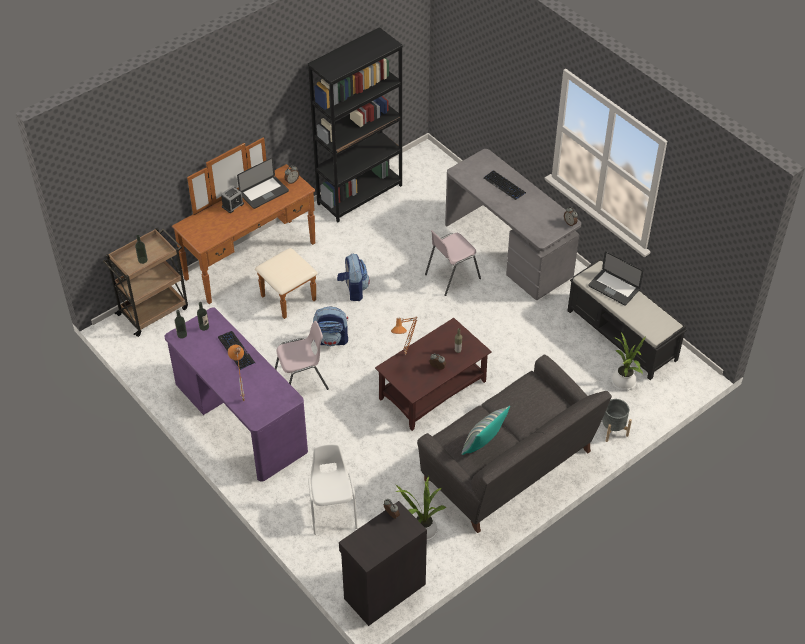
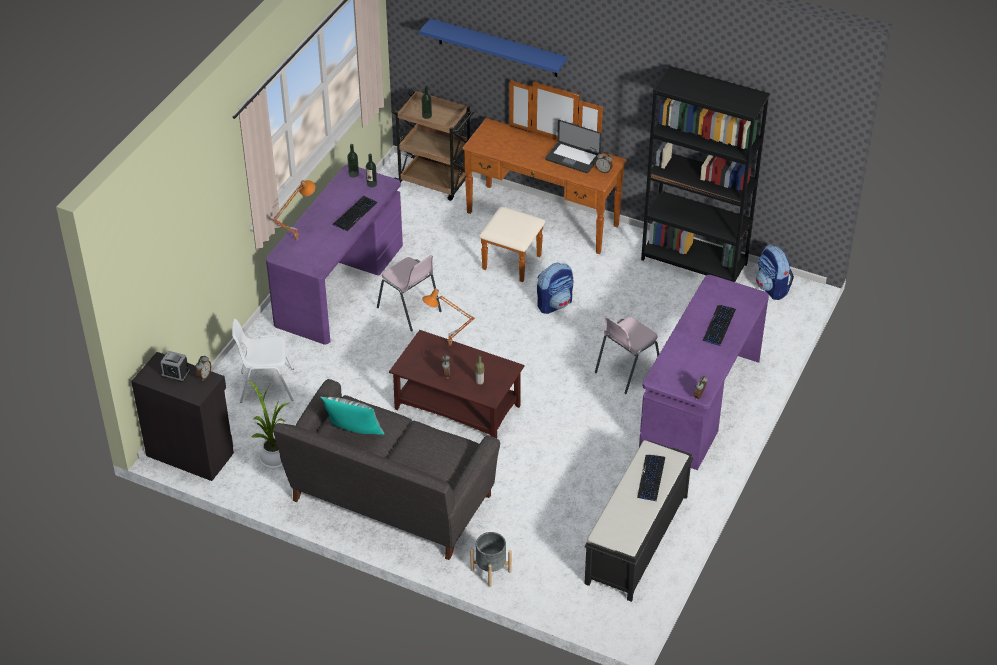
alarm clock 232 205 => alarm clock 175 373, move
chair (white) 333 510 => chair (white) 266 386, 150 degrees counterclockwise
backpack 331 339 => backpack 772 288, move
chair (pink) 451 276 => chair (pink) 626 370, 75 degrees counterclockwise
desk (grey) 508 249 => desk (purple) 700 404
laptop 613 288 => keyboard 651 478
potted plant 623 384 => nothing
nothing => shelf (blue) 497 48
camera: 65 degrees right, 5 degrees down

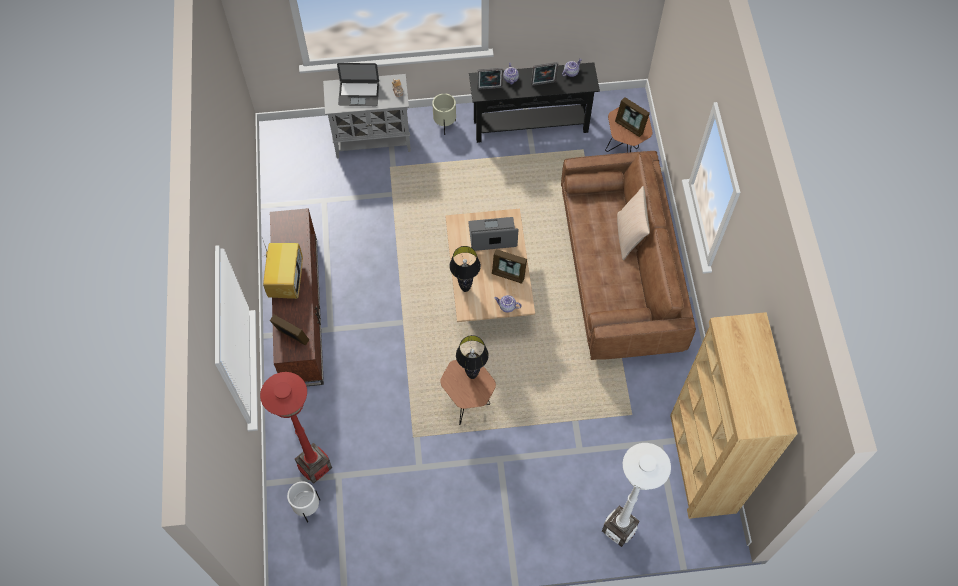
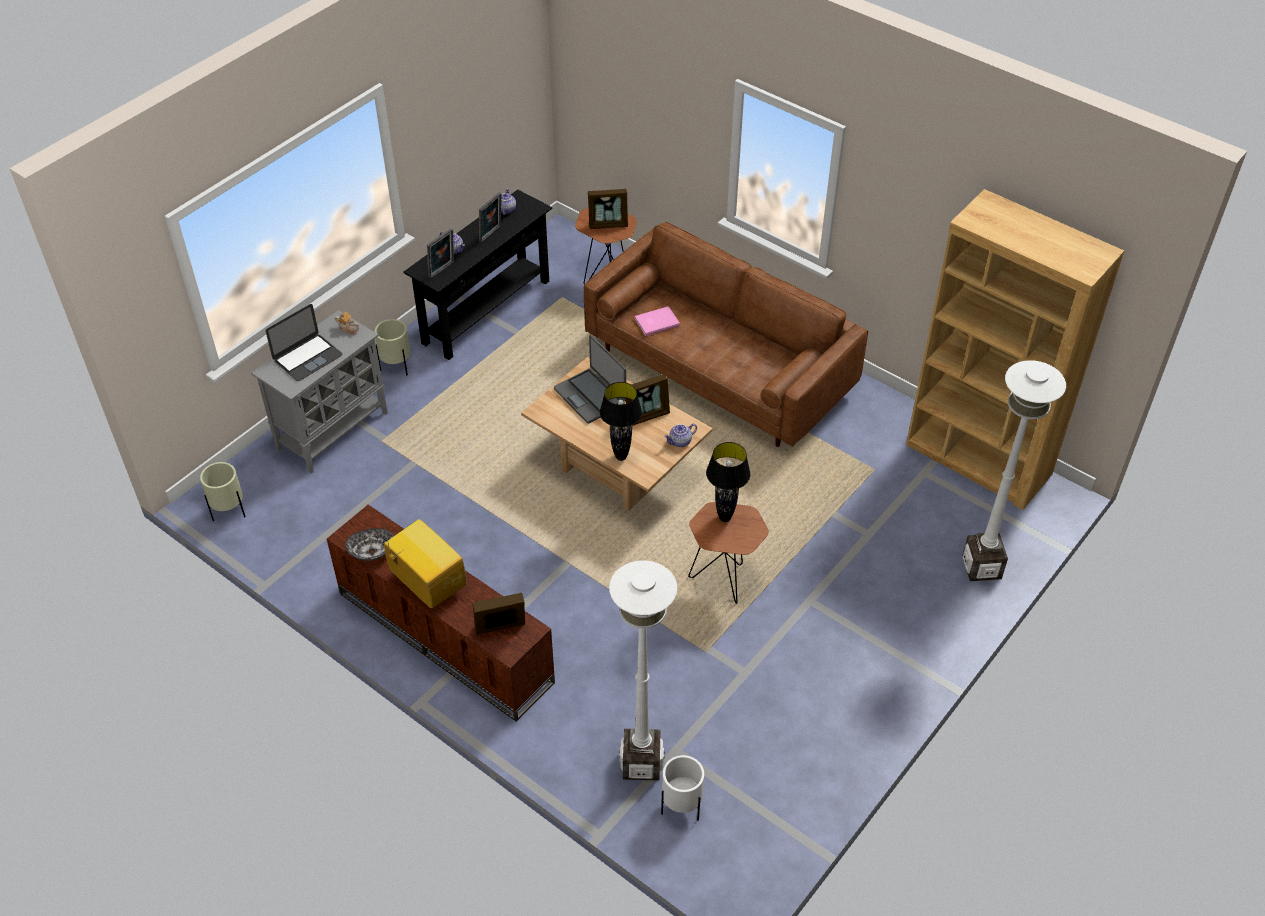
floor lamp (red) 315 467 => floor lamp (white) 641 763
laptop 492 235 => laptop 590 396, 75 degrees counterclockwise
pillow (beige) 629 236 => nothing
nothing => planter (beige) 229 512
nothing => bowl 372 552
nothing => book (pink) 656 322
camera: 45 degrees left, 15 degrees down

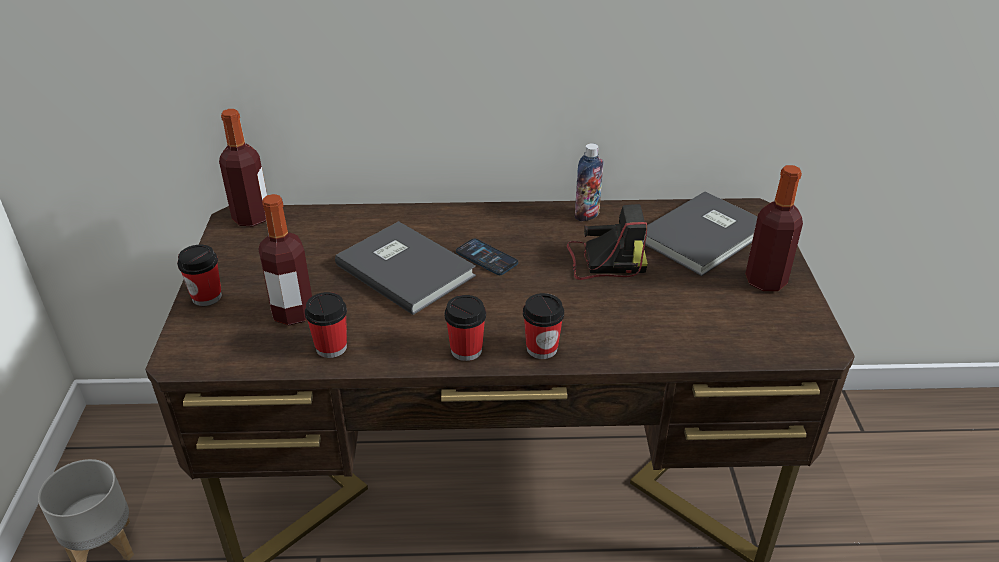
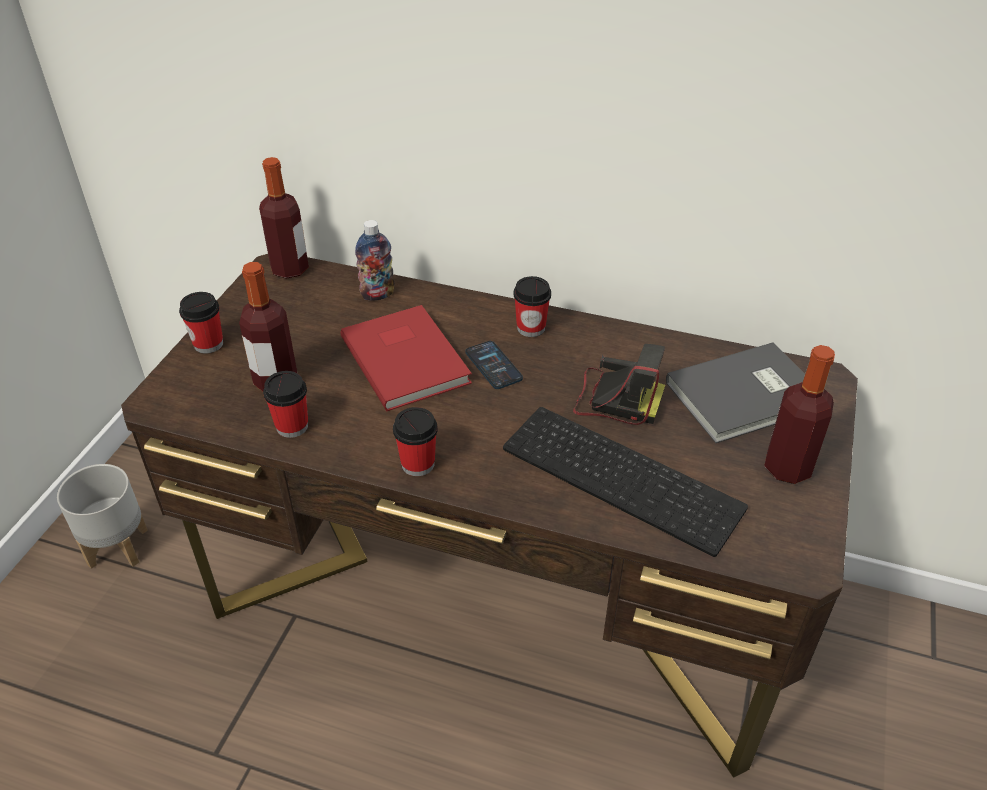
book (grey) 406 268 => book (red) 407 358
cup 542 348 => cup 531 328, move
bottle 587 215 => bottle 377 294, move
nothing => keyboard 625 476
camera: 20 degrees right, 5 degrees up

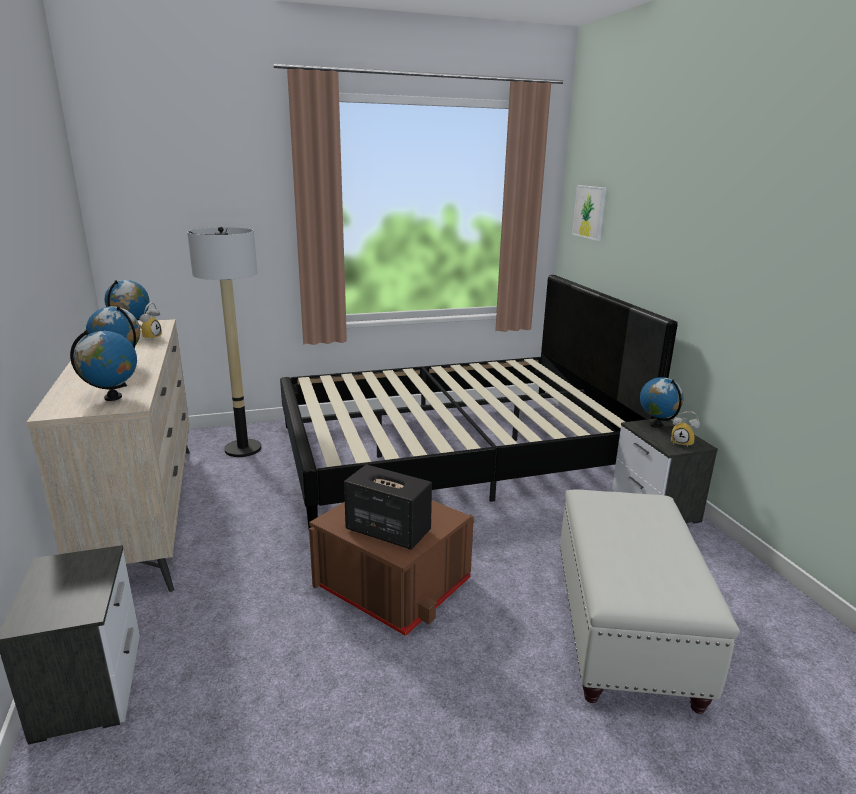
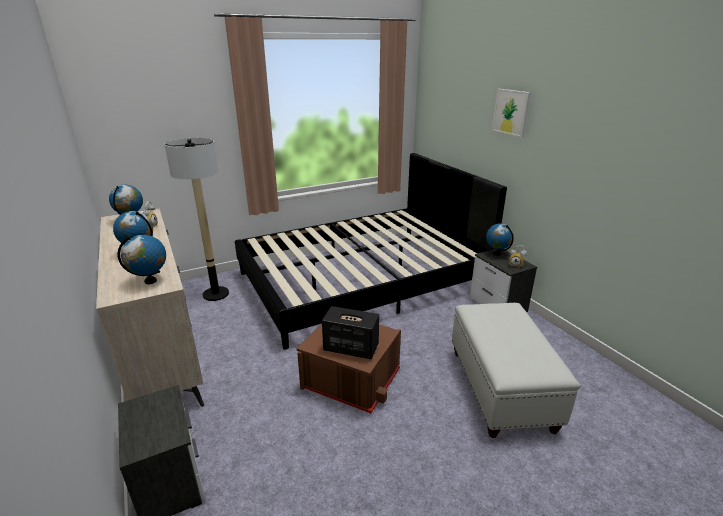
picture 589 212 => picture 511 112, move
camera: 10 degrees left, 5 degrees up

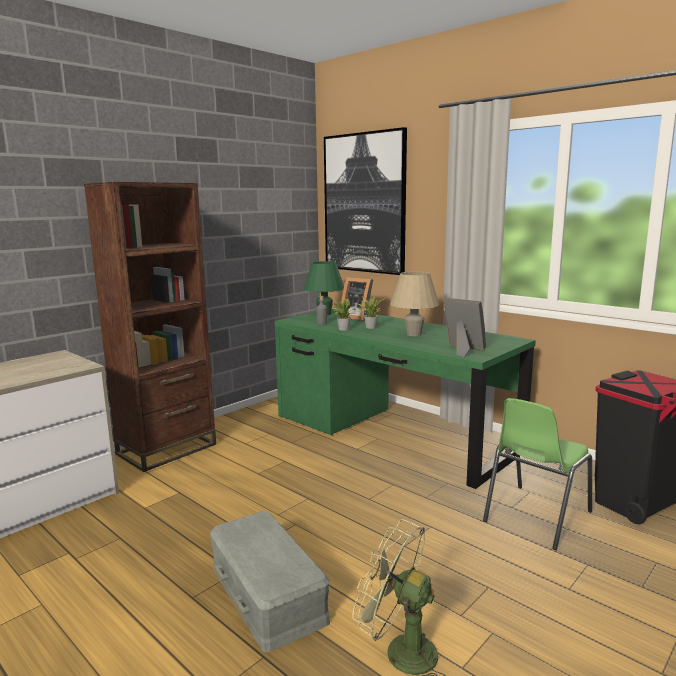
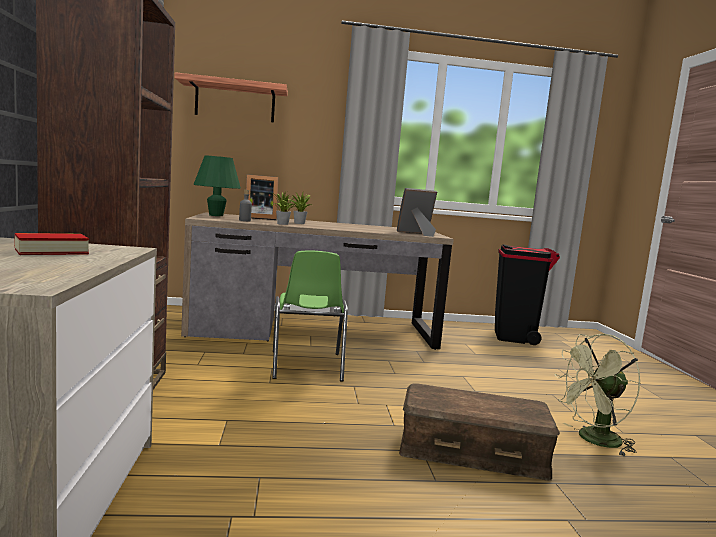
storage box (grey) 269 592 => storage box (brown) 472 450
desk (green) 392 433 => desk (brown) 313 330
picture 364 203 => shelf 235 102
table lamp (beige) 414 334 => nothing
chair (green) 535 516 => chair (green) 306 366, move
nothing => book 51 251
camera: 50 degrees left, 5 degrees down

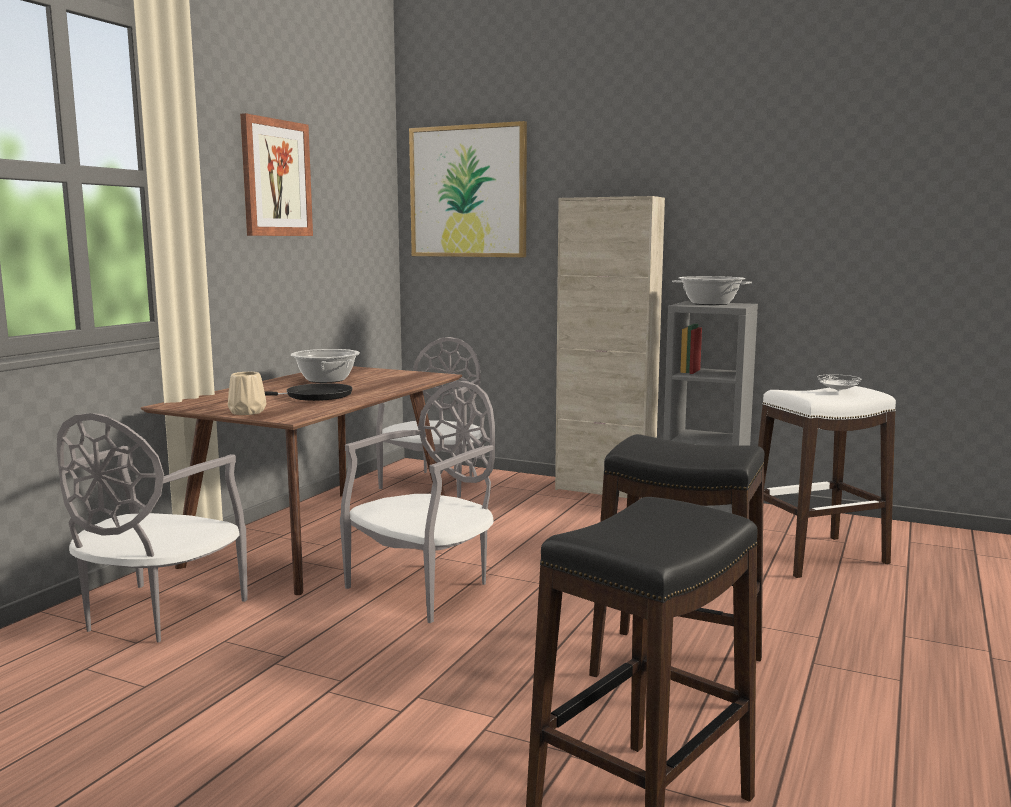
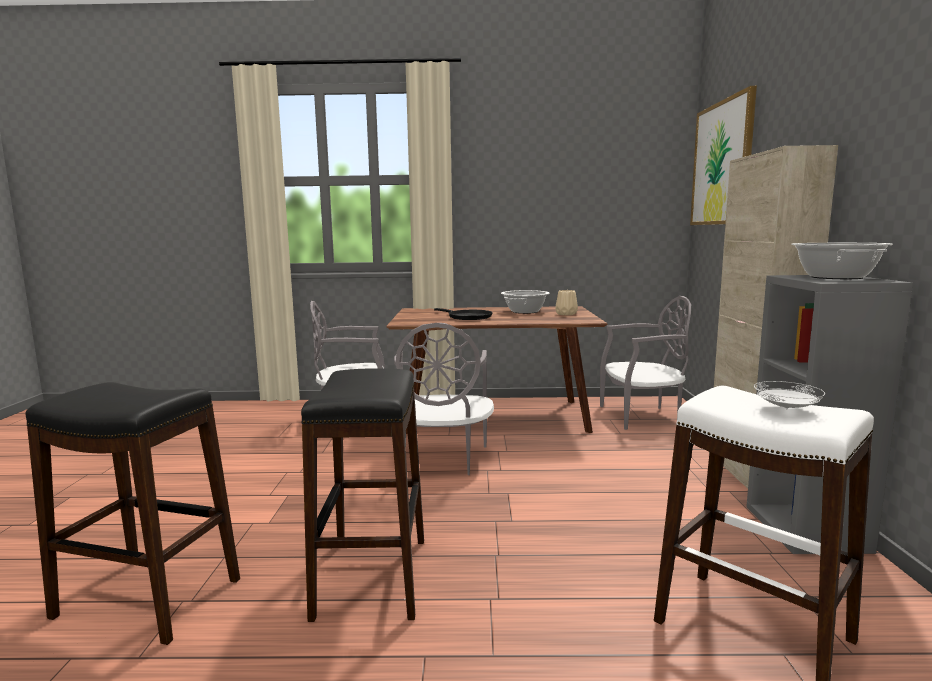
vase (beige) 247 412 => vase (beige) 565 314, move
picture 276 178 => nothing
chair (grey) 426 588 => chair (grey) 442 460, 75 degrees clockwise
camera: 65 degrees right, 0 degrees up

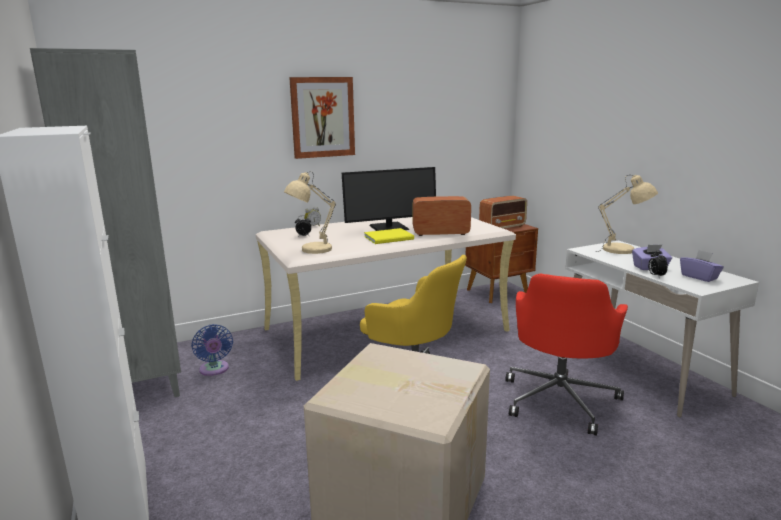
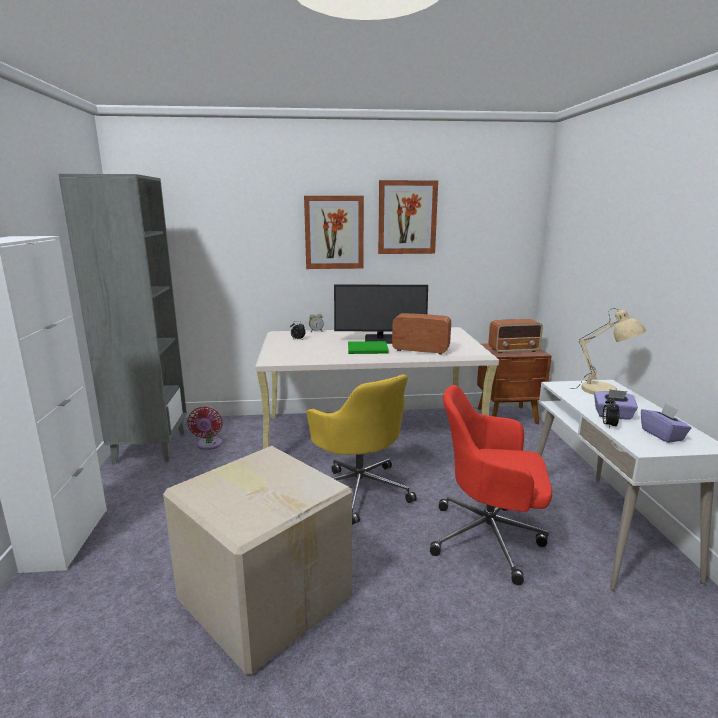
fan (blue) 214 370 => fan (red) 209 445
table lamp (beige) 312 250 => nothing
book (yellow) 390 238 => book (green) 369 349
office chair (red) 560 399 => office chair (red) 489 538, 60 degrees clockwise
nothing => picture 407 217
camera: 20 degrees right, 0 degrees up

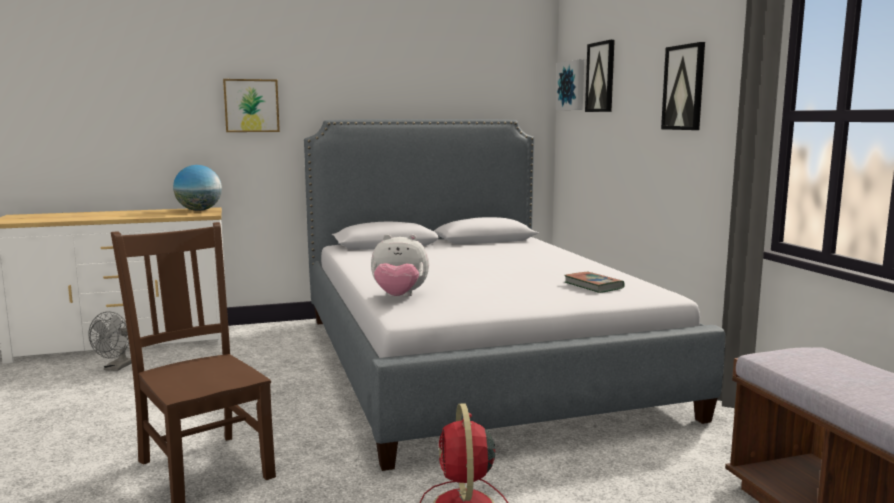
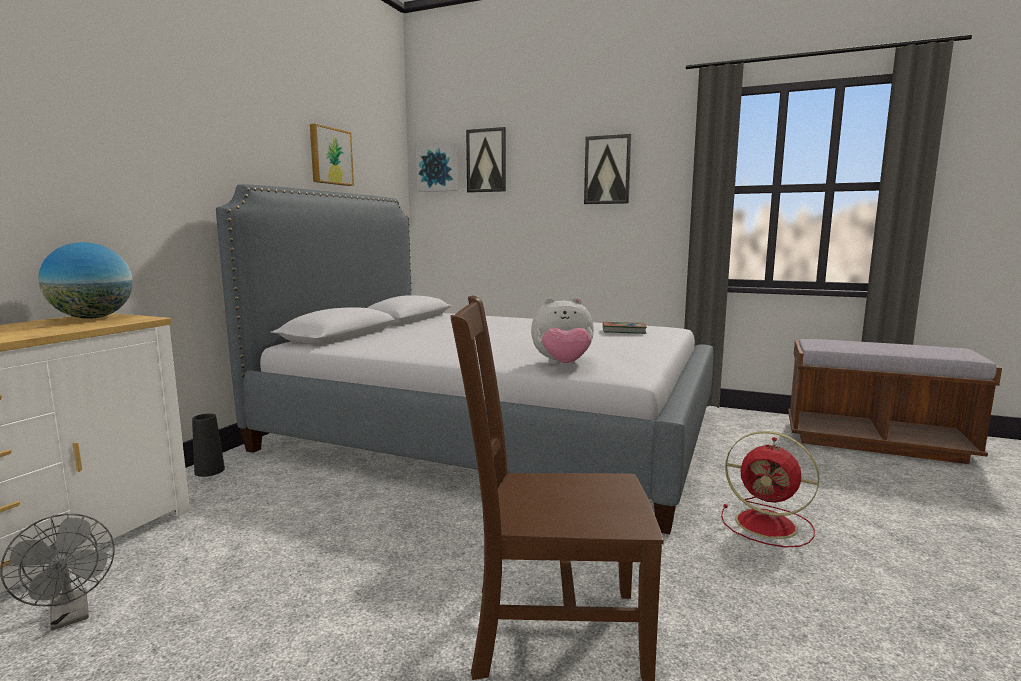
picture 251 105 => picture 330 156, move
plush toy 399 297 => plush toy 562 365, 45 degrees clockwise
nothing => vase (black) 209 471
camera: 50 degrees left, 0 degrees up

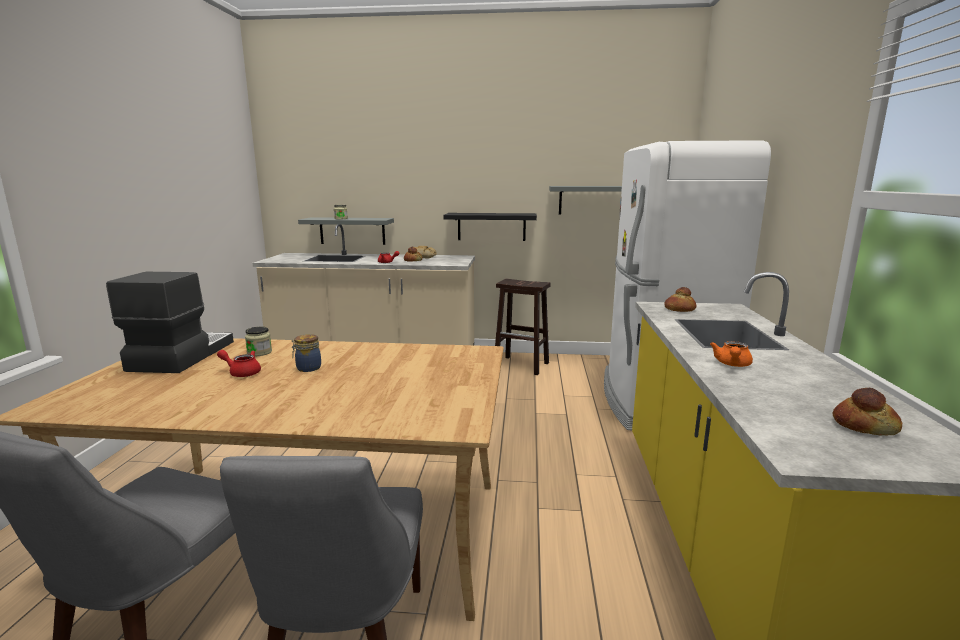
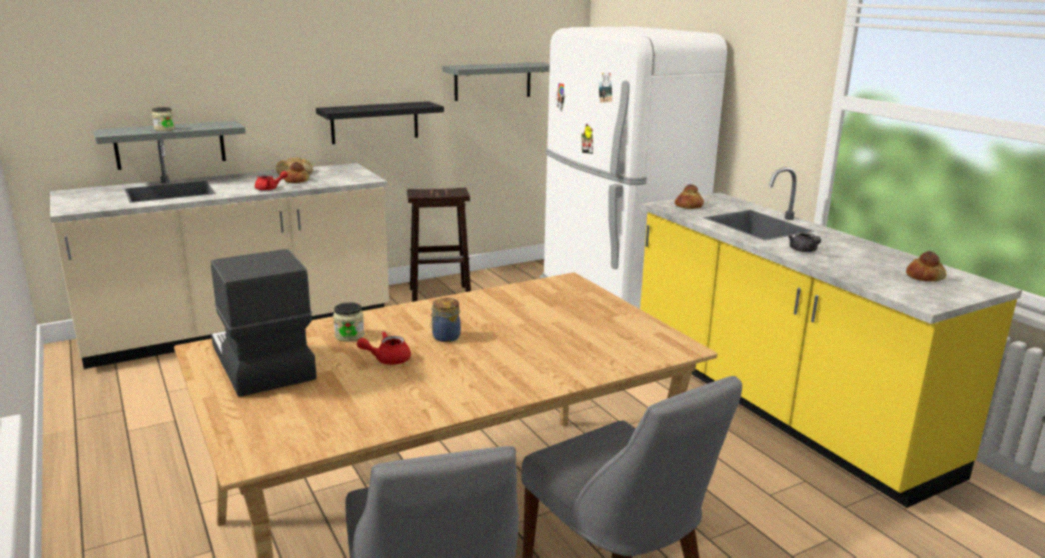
teapot (orange) 732 364 => teapot (grey) 804 251
camera: 35 degrees left, 5 degrees up

